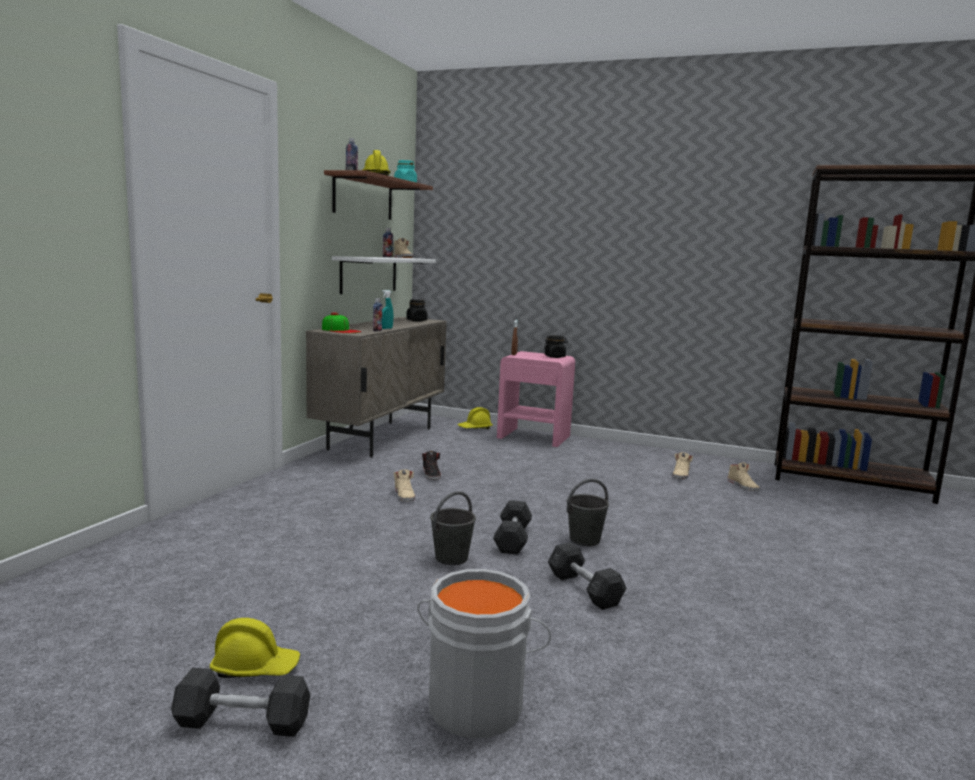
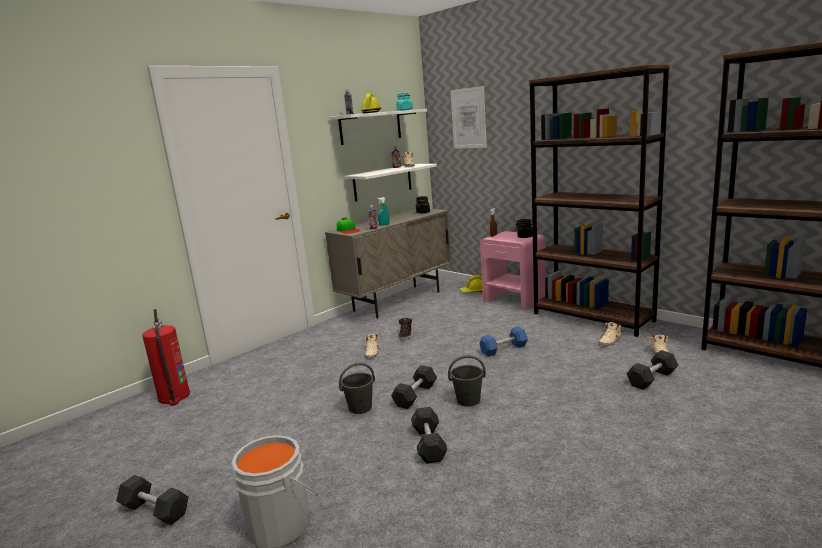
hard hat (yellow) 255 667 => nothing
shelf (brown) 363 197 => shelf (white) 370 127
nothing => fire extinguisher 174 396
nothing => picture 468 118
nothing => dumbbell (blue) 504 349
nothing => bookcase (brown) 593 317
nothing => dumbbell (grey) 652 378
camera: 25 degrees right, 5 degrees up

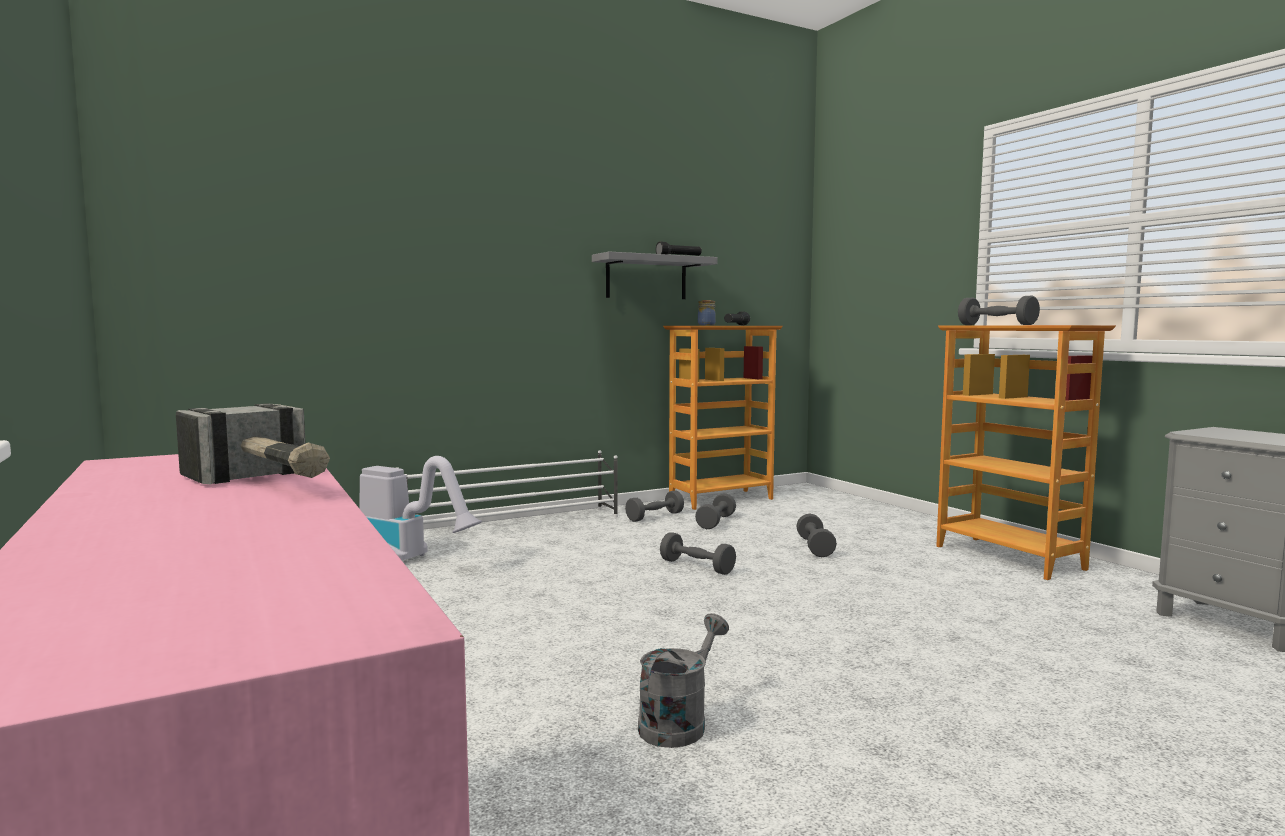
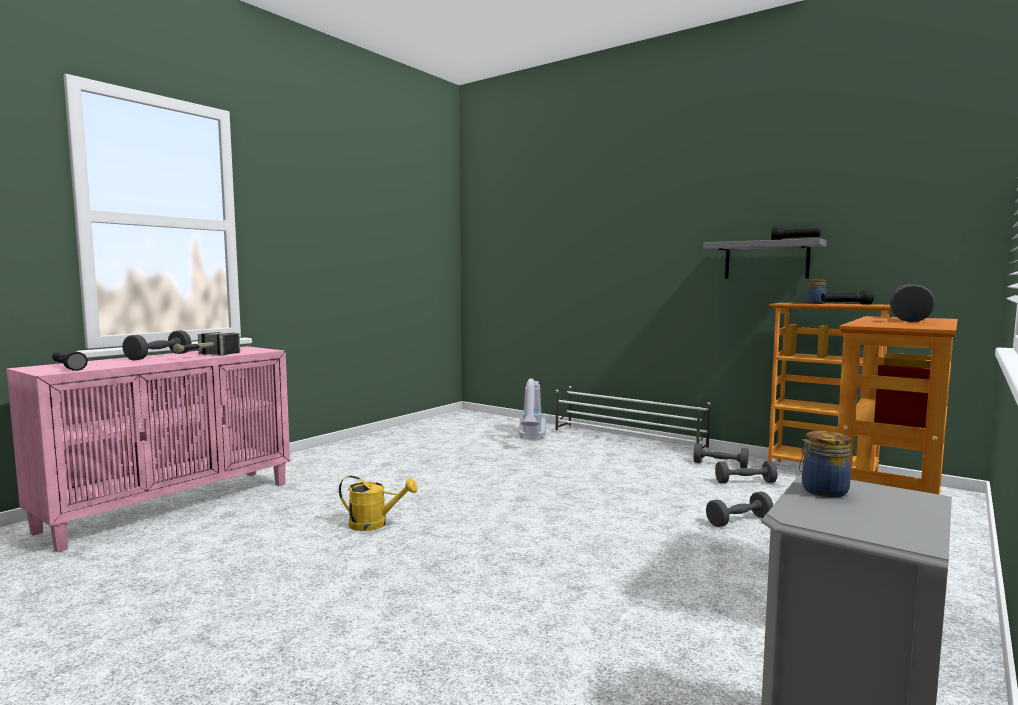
watering can (grey) 678 723 => watering can (yellow) 375 524
dumbbell (grey) 697 567 => dumbbell (grey) 159 356, move
nothing => flashlight (black) 68 367
nothing => jar 822 491
camera: 65 degrees right, 0 degrees up

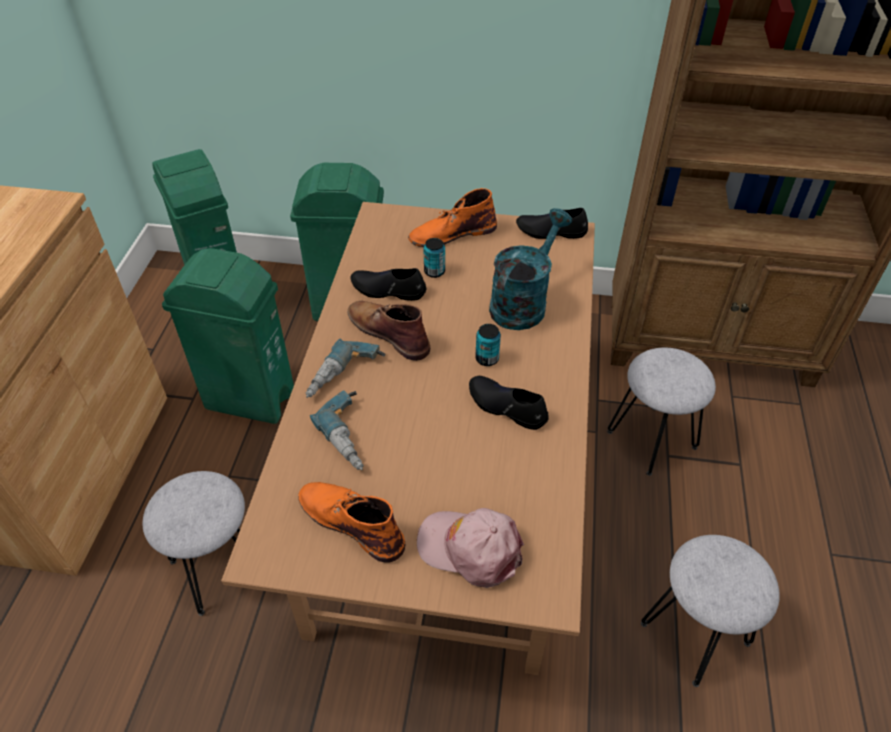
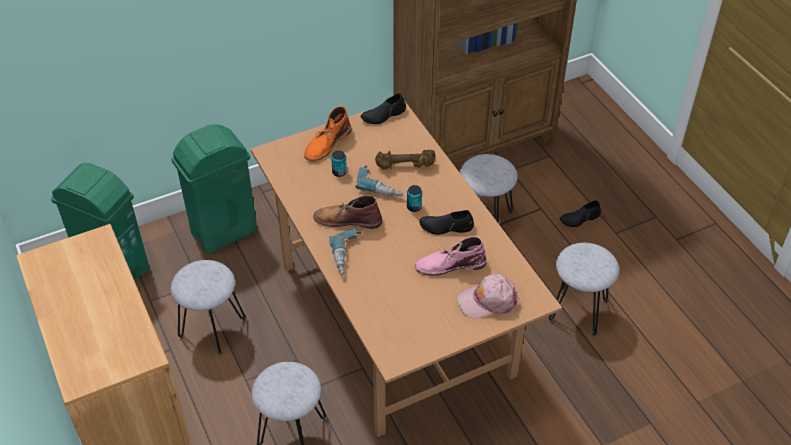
trash can (green) 249 399 => stool (grey) 212 328
boot (orange) 351 521 => nothing
power drill 353 435 => power drill 381 186, move
shoe (black) 388 290 => shoe (black) 579 218, move
watering can (turquoise) 523 302 => dumbbell (brown) 405 166
nothing => boot (pink) 449 265
camera: 35 degrees left, 0 degrees up

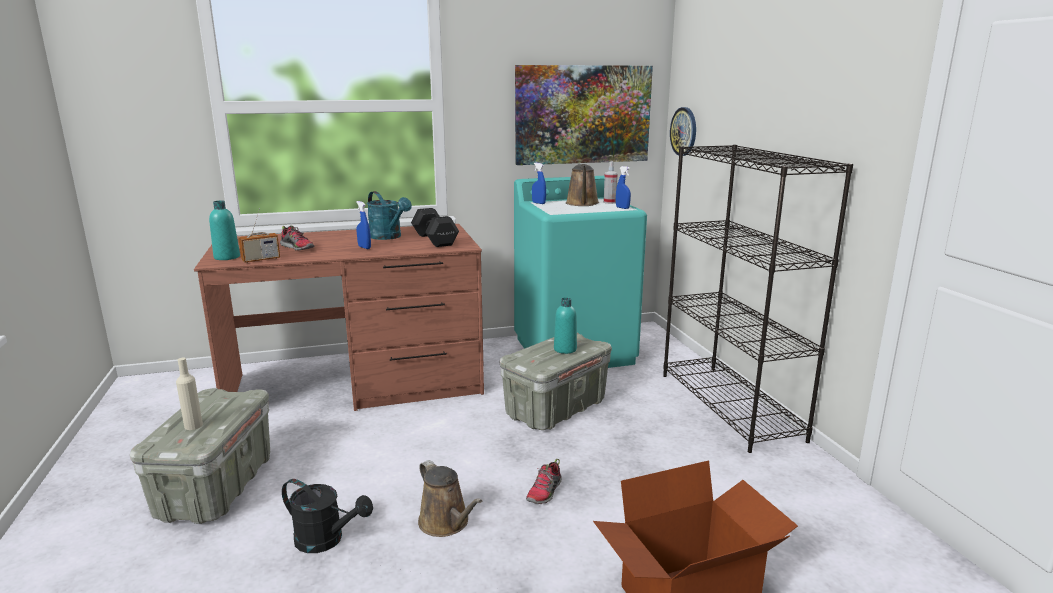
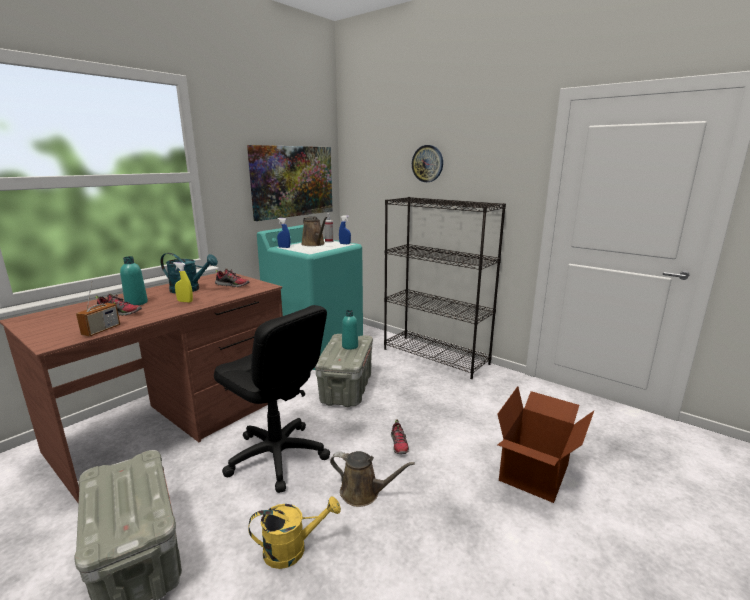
bottle (beige) 193 425 => nothing
bottle (turquoise) 227 257 => bottle (turquoise) 136 303, move
watering can (black) 326 540 => watering can (yellow) 293 549
spray bottle (blue) 364 247 => spray bottle (yellow) 185 301
dumbbell (black) 435 239 => shoe 233 285
wall clock 684 131 => wall clock 427 163, move
nothing => office chair (black) 277 456
camera: 35 degrees left, 0 degrees up

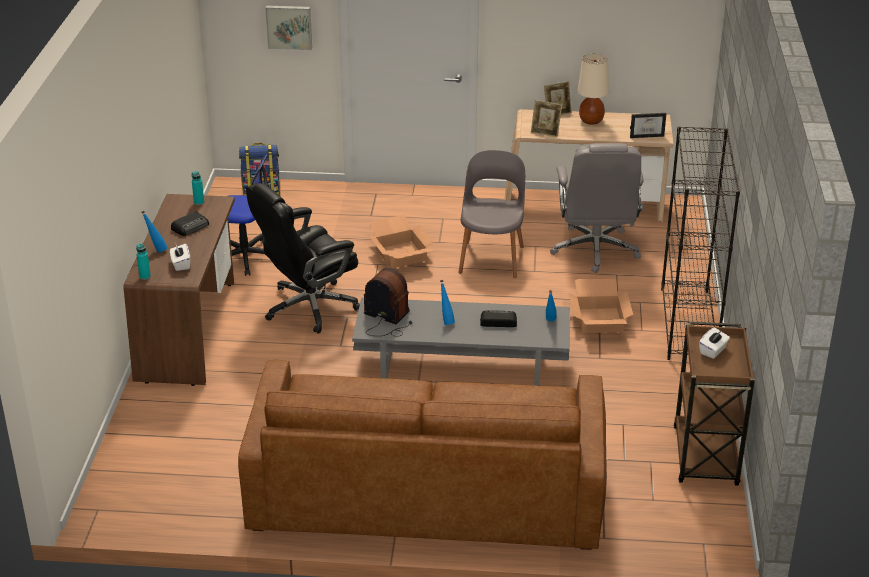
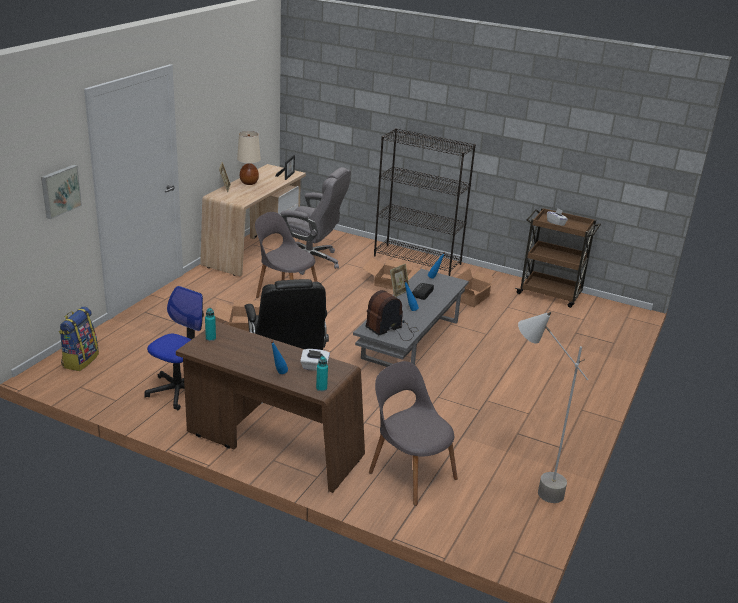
radio 191 227 => nothing
sofa (brown) 426 491 => nothing
picture frame 545 132 => picture frame 399 292, move
nothing => chair (grey) 410 473
nothing => cardboard box 474 298
nothing => floor lamp (grey) 528 488
camera: 70 degrees left, 5 degrees down

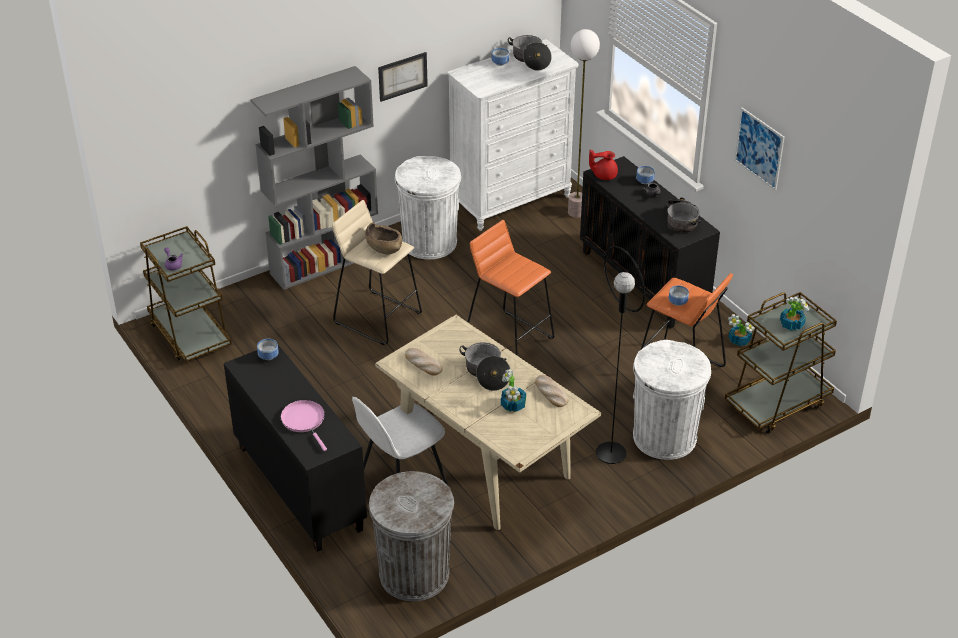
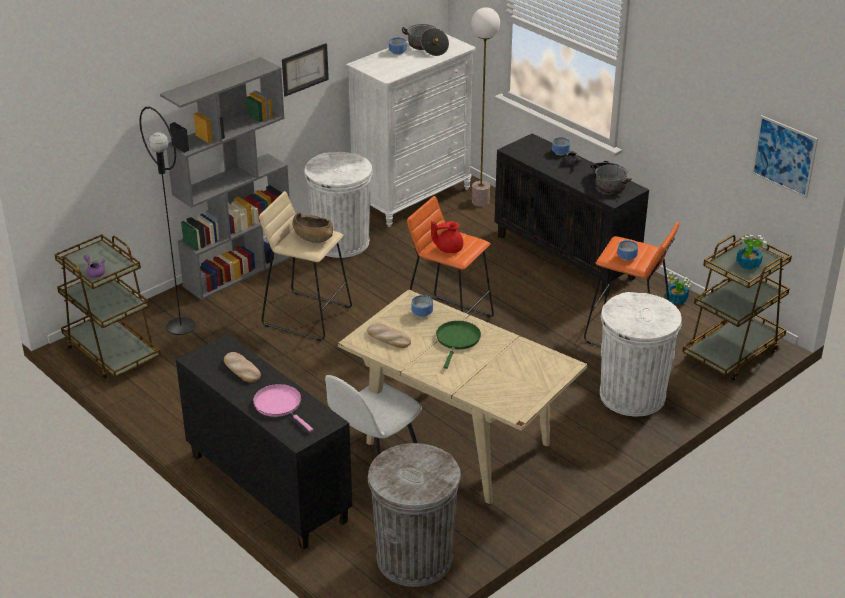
bowl 269 355 => bowl 423 313, move
cooking pot 486 373 => frying pan (green) 457 340
potted plant 513 405 => nothing
bread 550 392 => bread 241 369, move
teapot (red) 604 175 => teapot (red) 448 248, move
floor lamp (black) 610 453 => floor lamp (black) 180 326, move
picture 759 148 => picture 784 156, move
camera: 10 degrees left, 5 degrees down

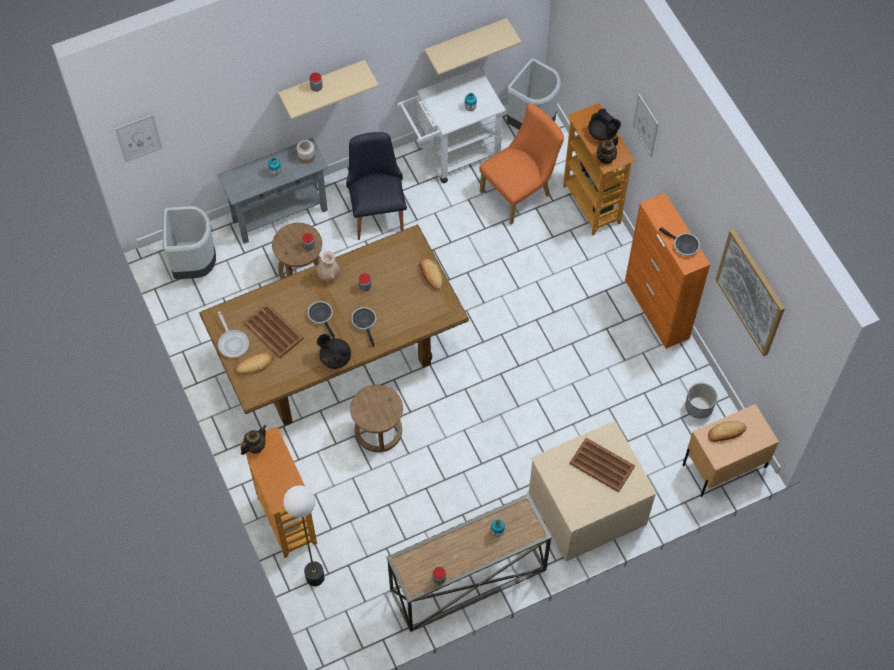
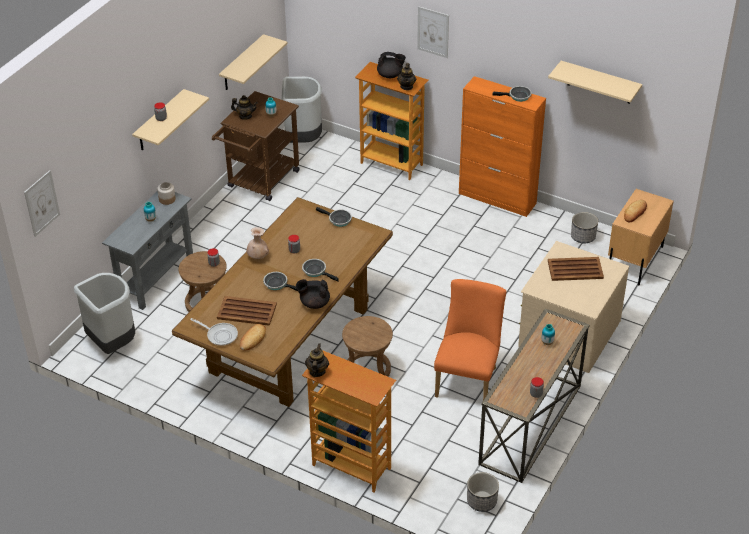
floor lamp 314 577 => nothing
chair (black) 377 210 => nothing
cart (white) 452 154 => cart (brown) 260 182
bread 431 275 => frying pan 338 220
chair (orange) 520 192 => chair (orange) 468 379, move
picture 750 292 => shelf (beige) 599 83
nothing => teapot 245 116
nothing => planter 482 501
camera: 35 degrees left, 20 degrees down

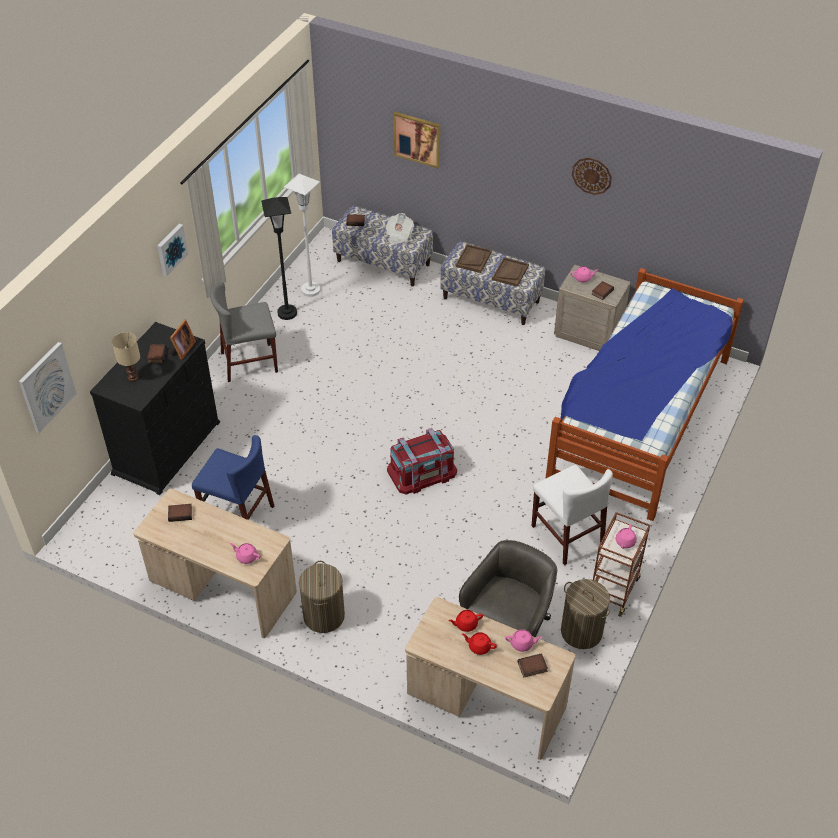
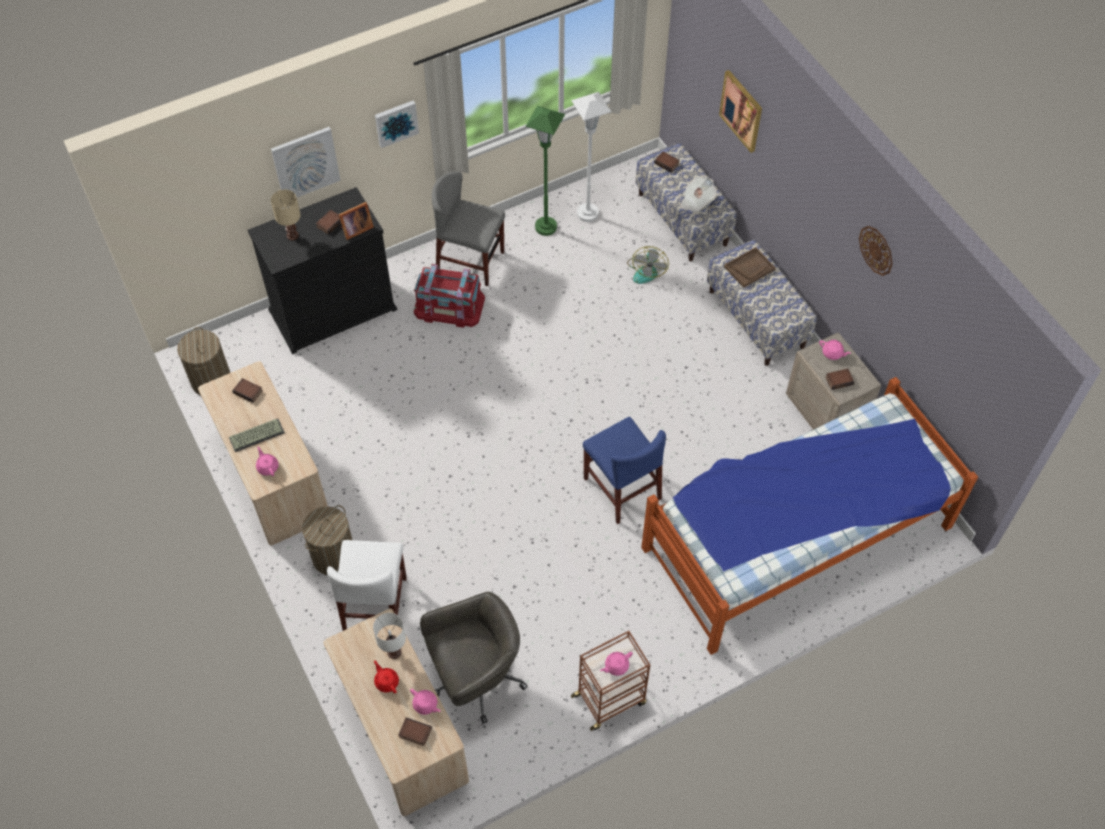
picture 47 387 => picture 305 163, move
chair (blue) 238 515 => chair (blue) 622 488, move
floor lamp (black) 287 313 => floor lamp (green) 545 227
storage box (red) 422 471 => storage box (red) 449 306, move
teapot (red) 466 624 => table lamp (white) 393 652
tray (brown) 510 273 => nothing
chair (white) 567 535 => chair (white) 375 605, move
laundry basket 581 631 => laundry basket 211 380, move
nothing => keyboard 257 434
nothing => fan 646 270
camera: 35 degrees right, 10 degrees up

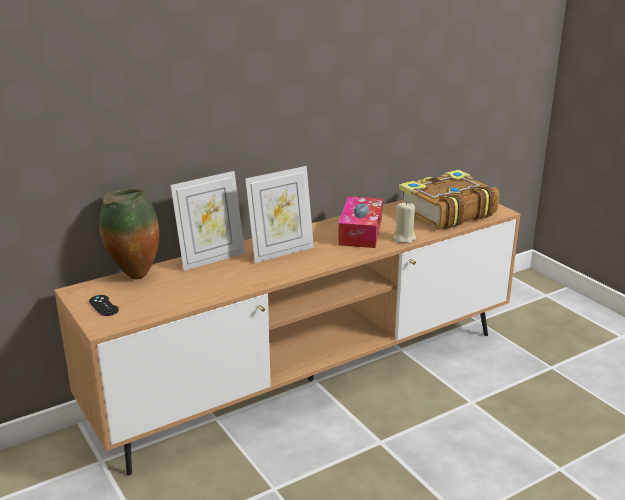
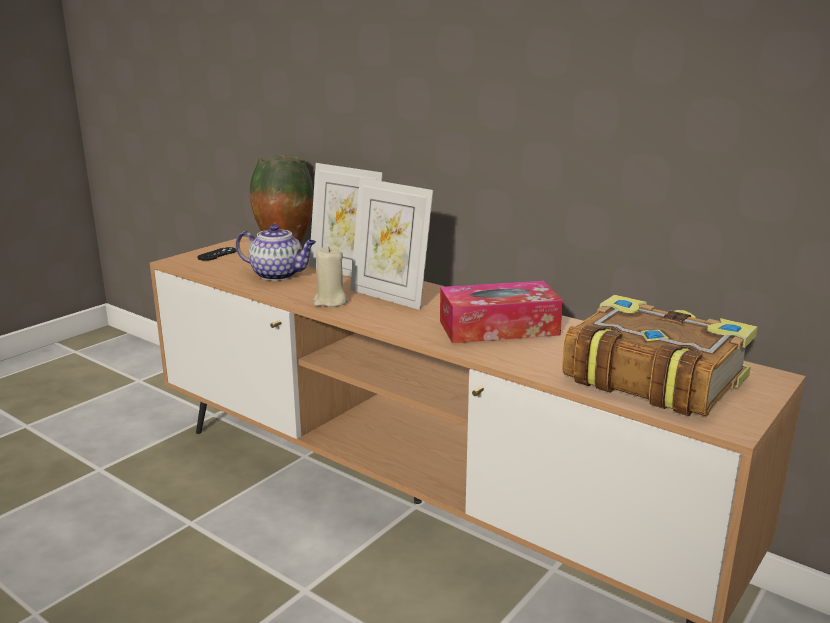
candle (beige) 404 238 => candle (beige) 330 301, move
nothing => teapot 278 275
camera: 70 degrees right, 5 degrees down

